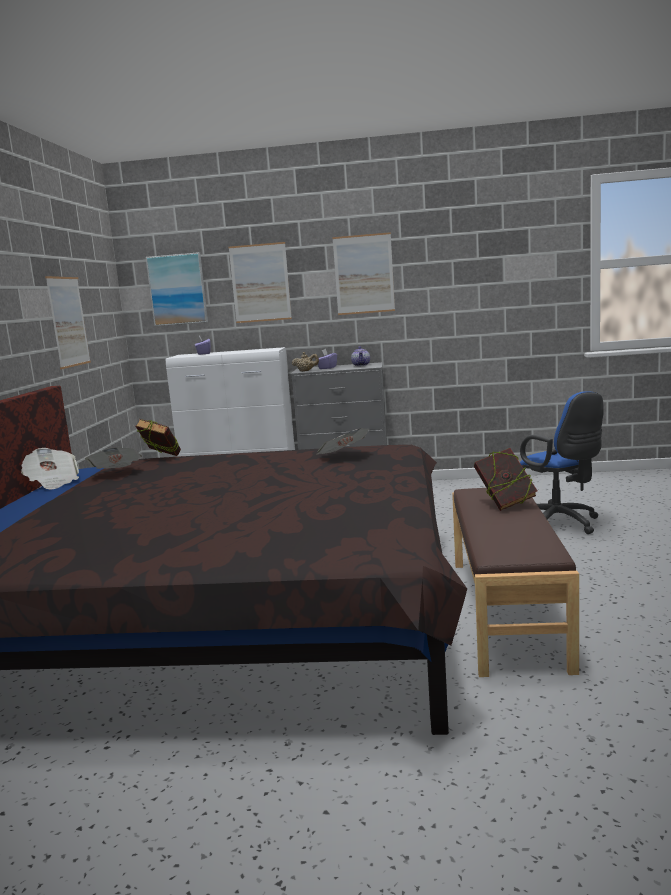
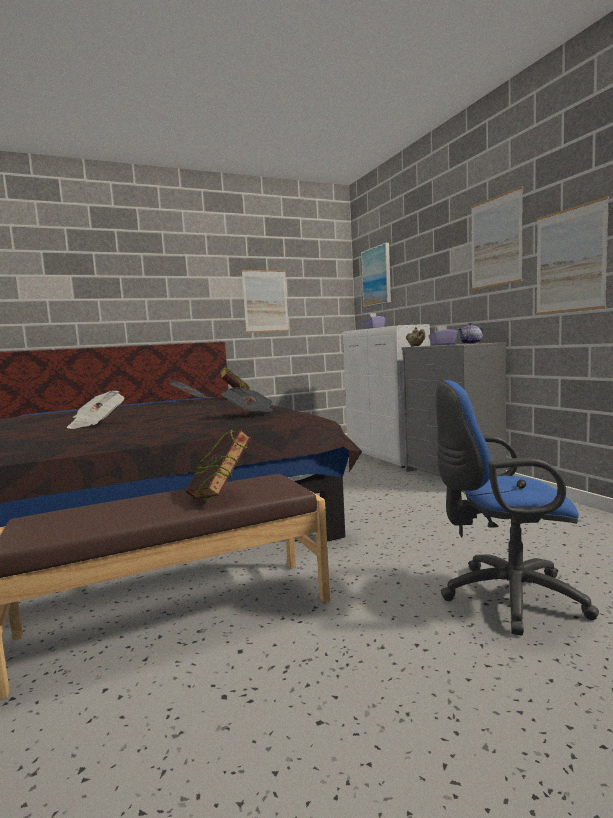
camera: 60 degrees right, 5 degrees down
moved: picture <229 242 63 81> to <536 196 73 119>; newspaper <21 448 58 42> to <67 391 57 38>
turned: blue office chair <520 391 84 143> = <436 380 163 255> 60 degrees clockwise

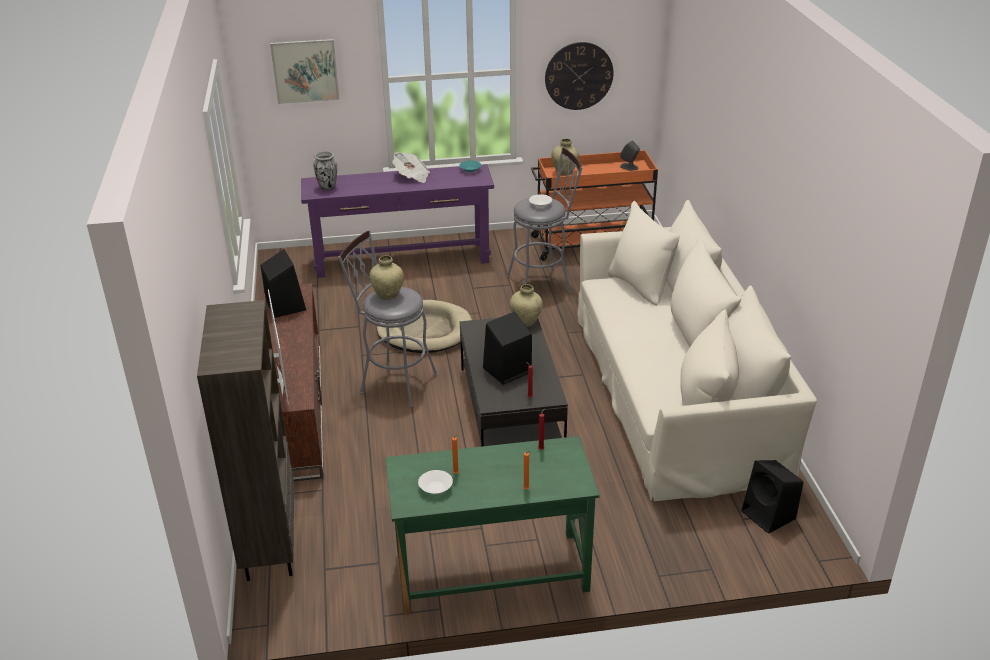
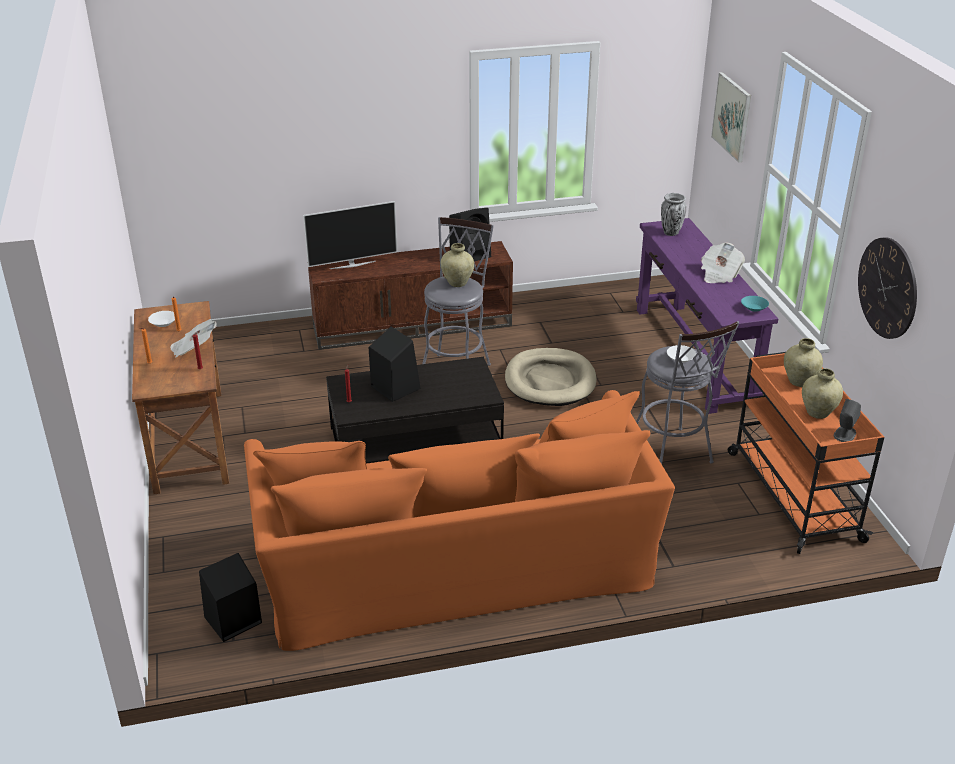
camera: 85 degrees right, 0 degrees up
removed: brown bookcase <197 300 97 281>
added: newspaper <170 319 47 38>
moved: beige vase <510 284 33 43> to <802 368 41 51>
recoloured: beige sofa <577 200 240 301> to orange sofa <244 390 431 261>; green desk <385 436 215 179> to brown desk <132 301 97 193>

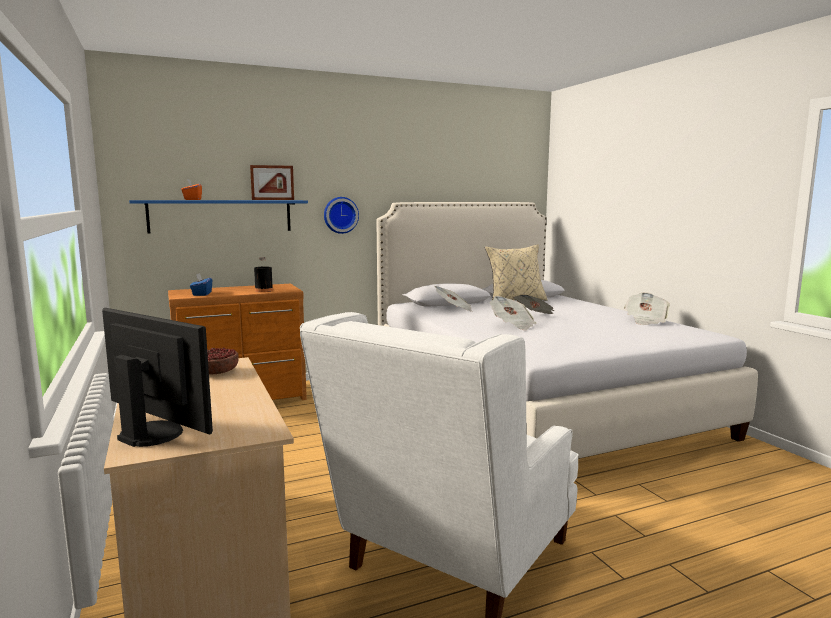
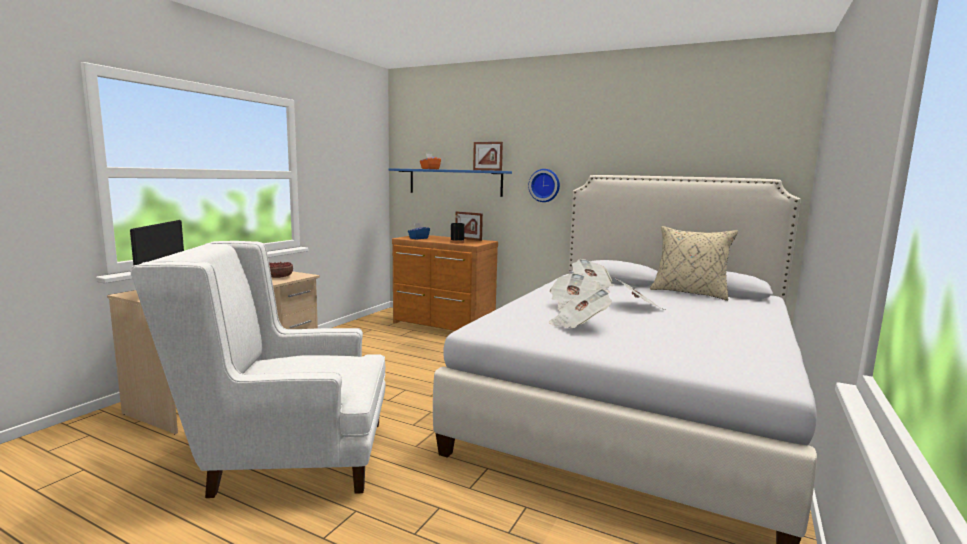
camera: 50 degrees right, 0 degrees up
added: picture frame <455 211 28 30>
moved: newspaper <624 292 46 33> to <549 289 63 39>

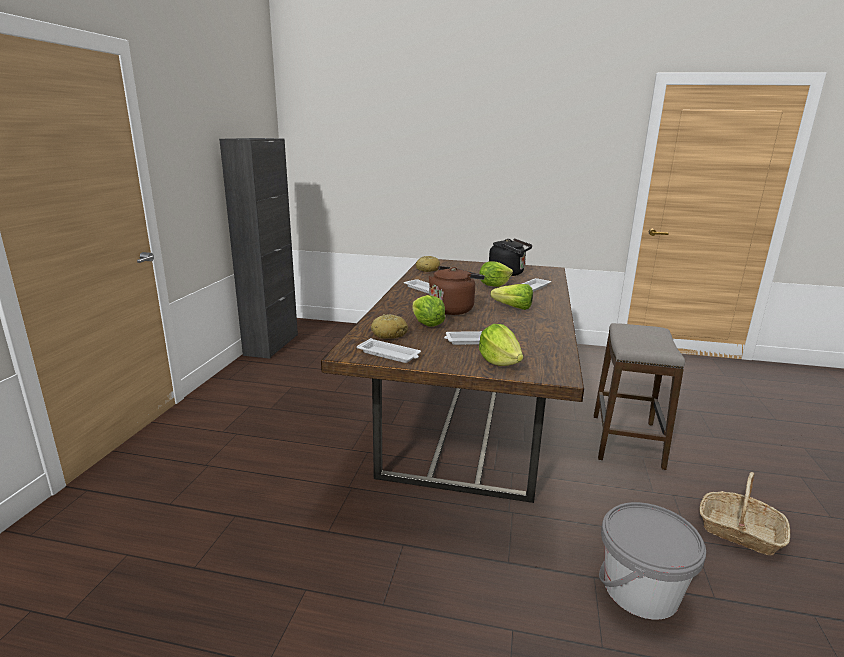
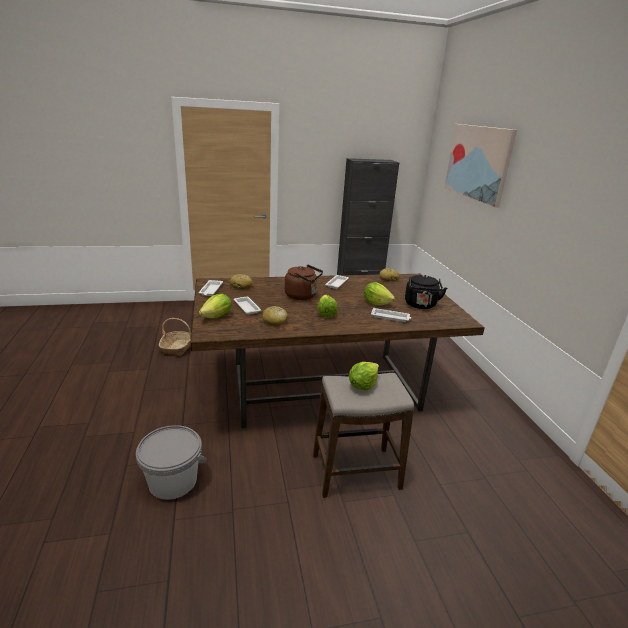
camera: 65 degrees right, 5 degrees up
added: picture <444 124 73 83>; bread <263 306 25 19>
moved: lettuce <412 295 33 31> to <349 362 30 28>; basket <699 472 91 83> to <159 318 32 38>

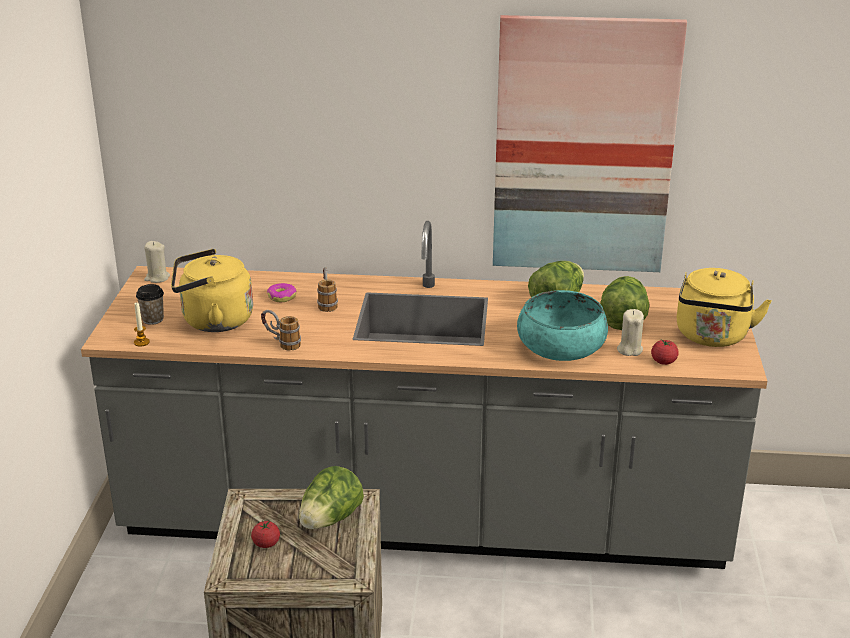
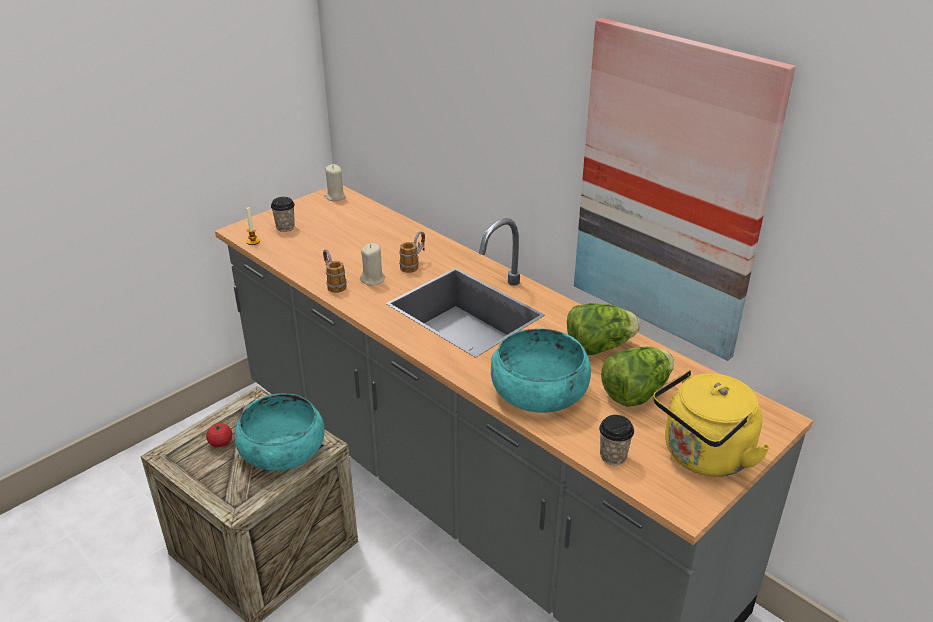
camera: 40 degrees right, 5 degrees up
removed: yellow kettle <171 249 82 83>; donut <267 283 30 19>
moved: beige candle <617 309 27 47> to <360 243 25 43>
replaced: tomato <651 339 28 26> to cup <599 415 35 50>; lettuce <299 466 65 64> to turquoise bowl <235 394 90 77>

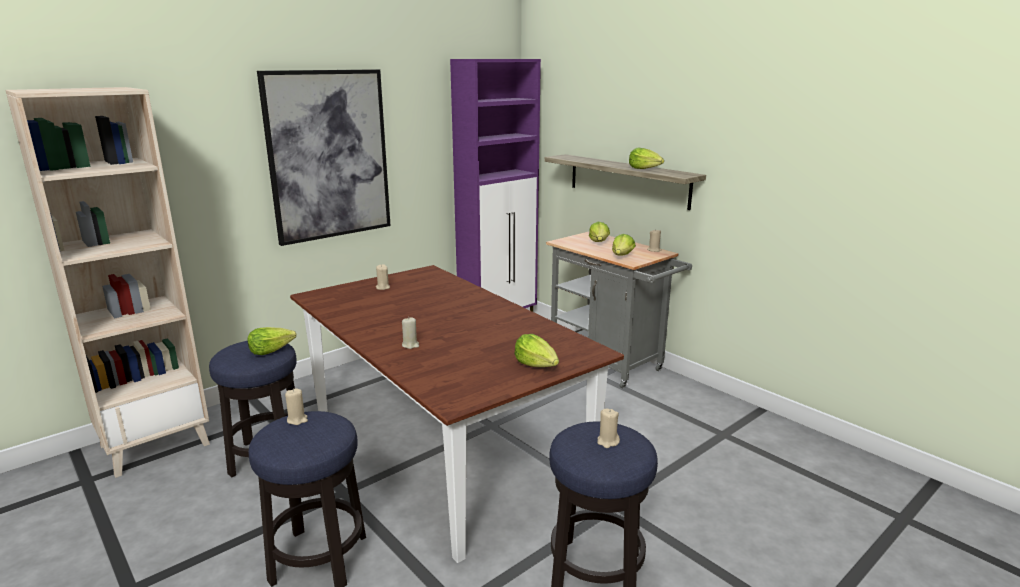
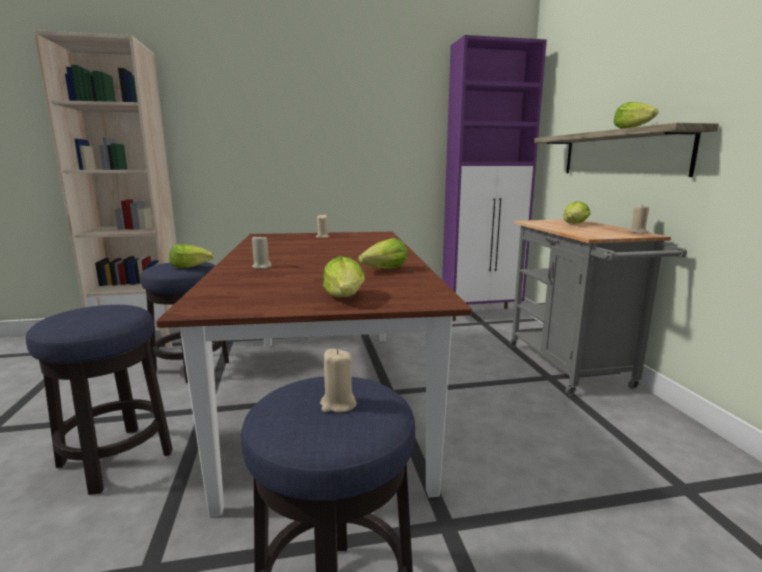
camera: 30 degrees right, 5 degrees down
removed: picture <257 69 134 177>; beige candle <285 388 23 37>
moved: lettuce <612 234 24 22> to <358 238 50 31>

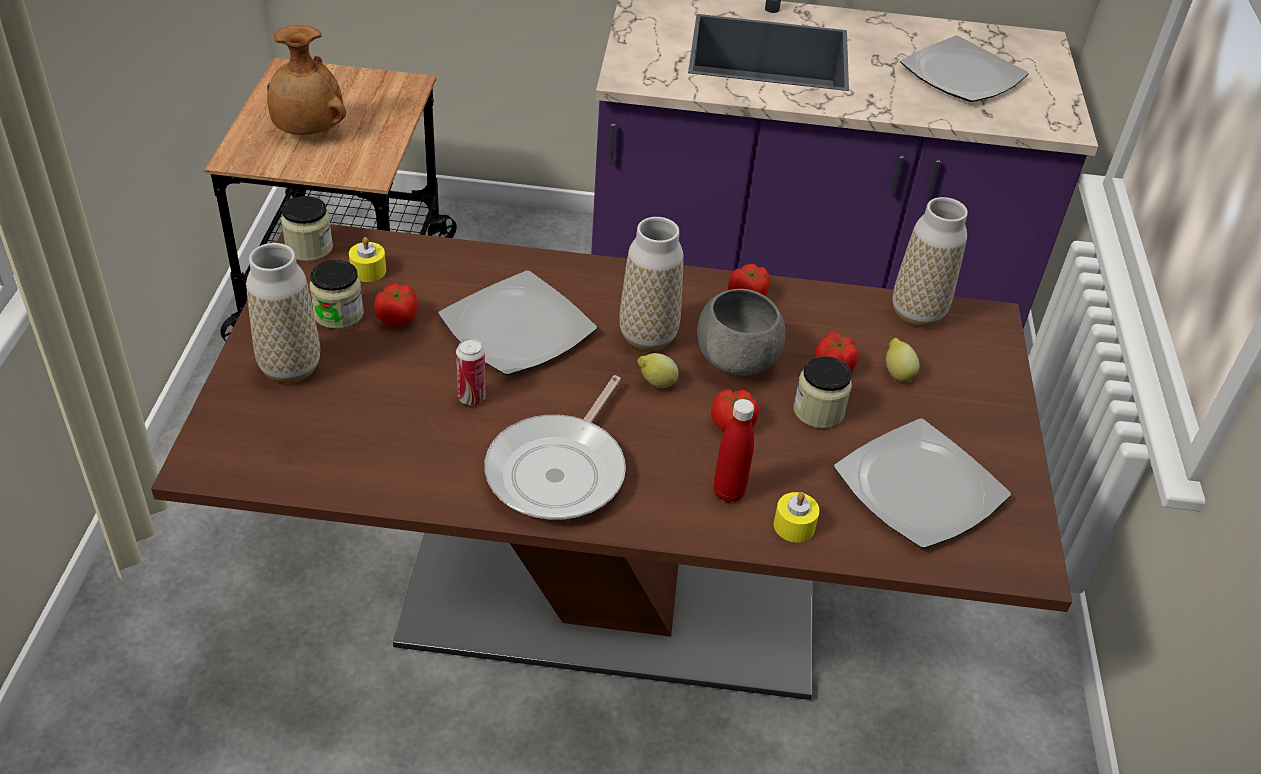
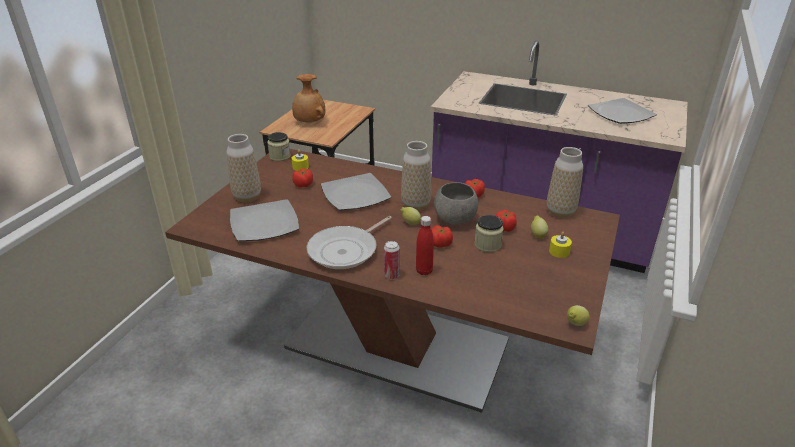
camera: 20 degrees right, 10 degrees down
removed: jar <310 260 54 69>
added: lemon <567 305 23 21>
moved: can <456 339 30 66> to <384 241 16 38>; plate <834 419 177 130> to <230 199 69 42>; yellow candle <774 492 46 50> to <549 232 23 26>

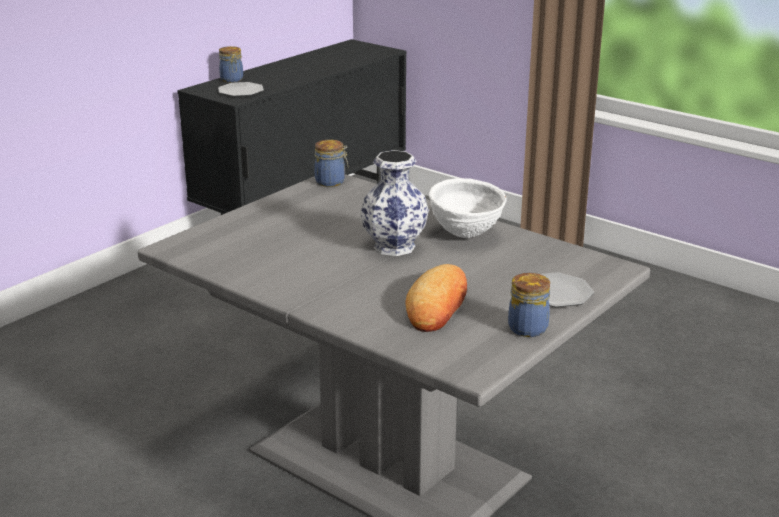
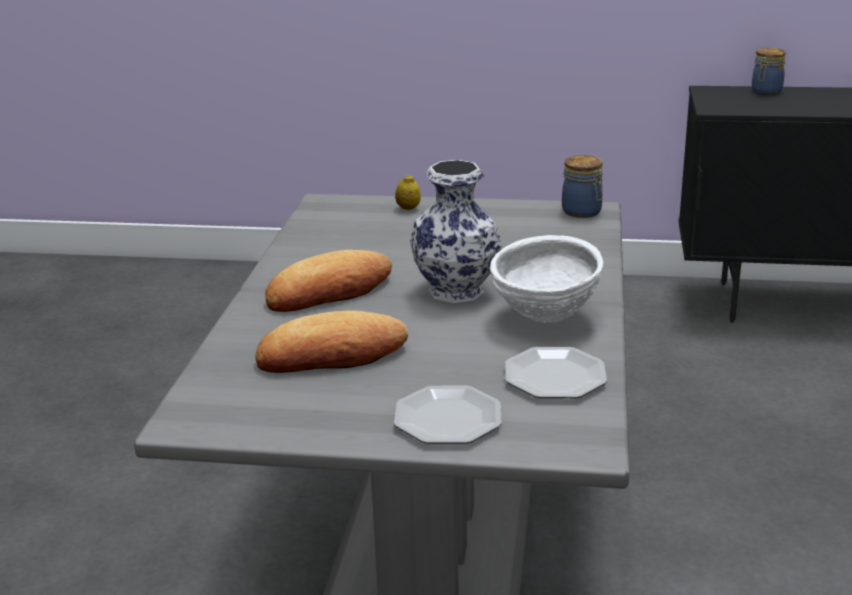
camera: 60 degrees right, 0 degrees up
removed: jar <508 273 42 64>
added: lemon <395 175 26 35>; bread <265 250 127 62>
moved: plate <218 82 46 14> to <505 347 102 51>

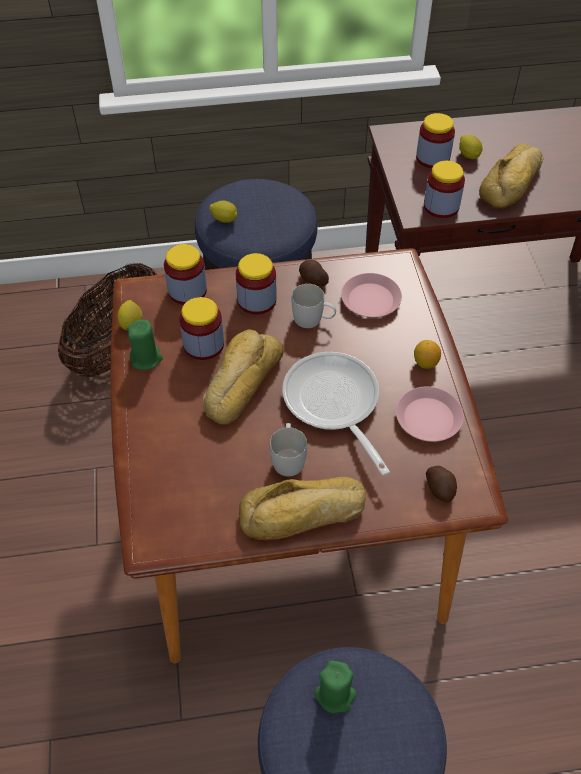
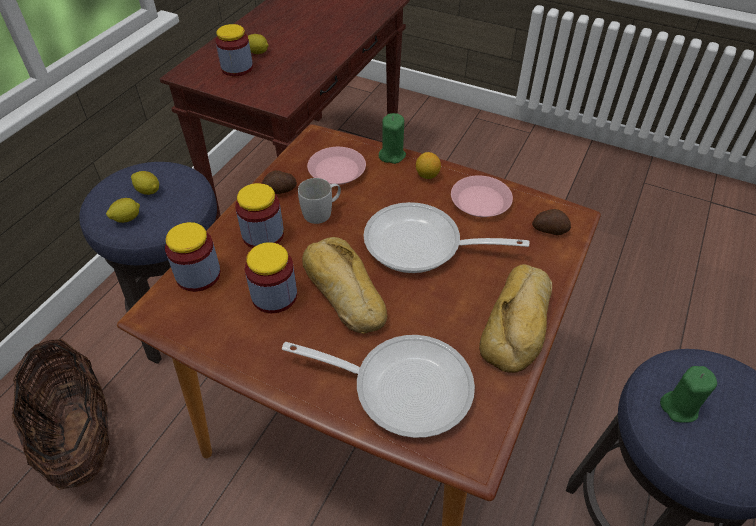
camera: 55 degrees left, 5 degrees down
removed: bread <479 143 65 66>; jar <424 161 41 57>; white mug <270 423 37 53>
added: frying pan <282 335 193 103>
moved: lemon <117 300 26 30> to <131 171 28 24>; green candle <127 319 35 51> to <379 113 27 51>

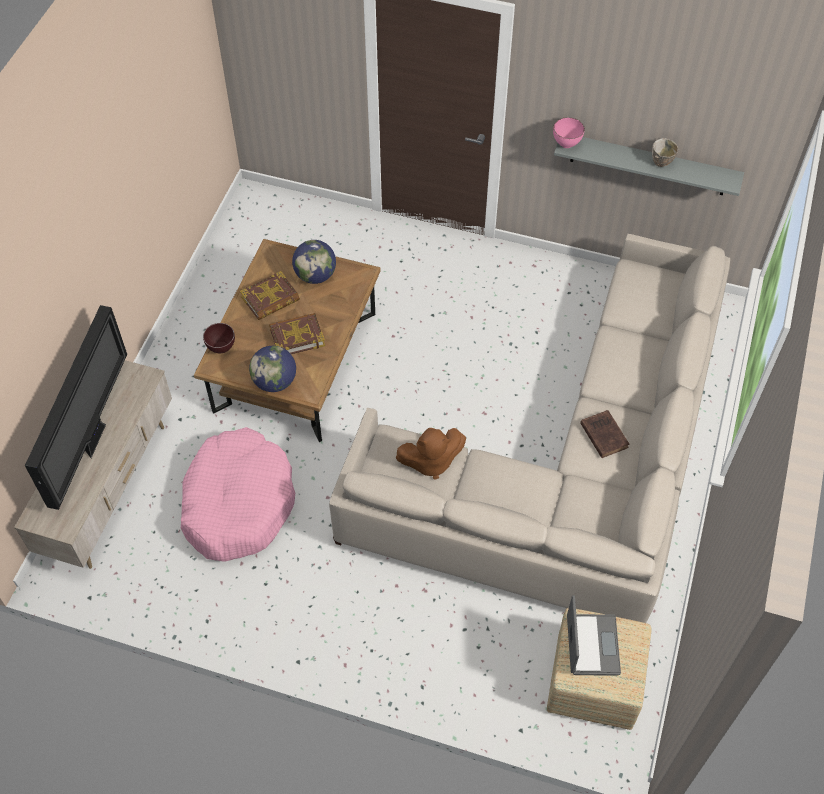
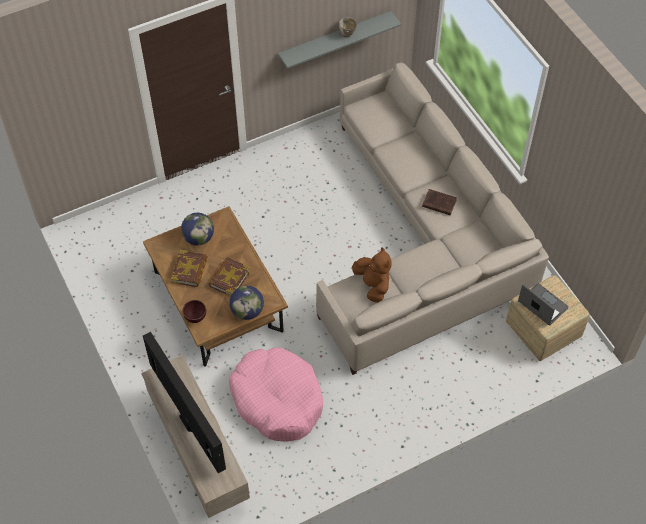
camera: 45 degrees left, 0 degrees up
removed: pink bowl <553 117 32 31>
turned: brown plush toy <396 428 70 51> = <352 247 40 56> 60 degrees counterclockwise

